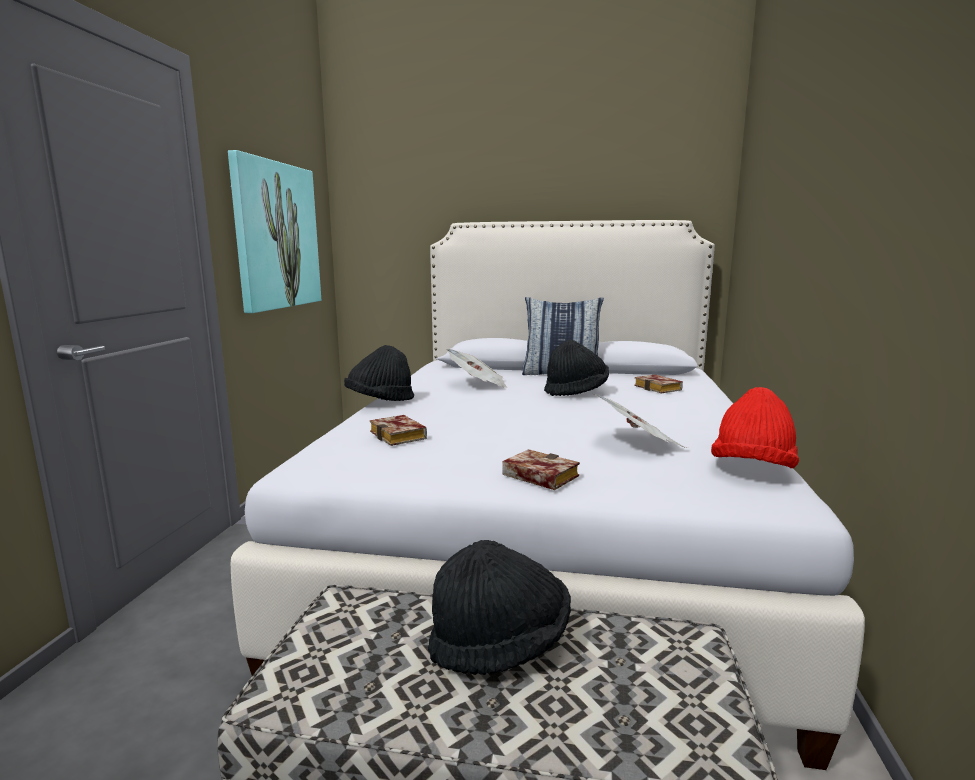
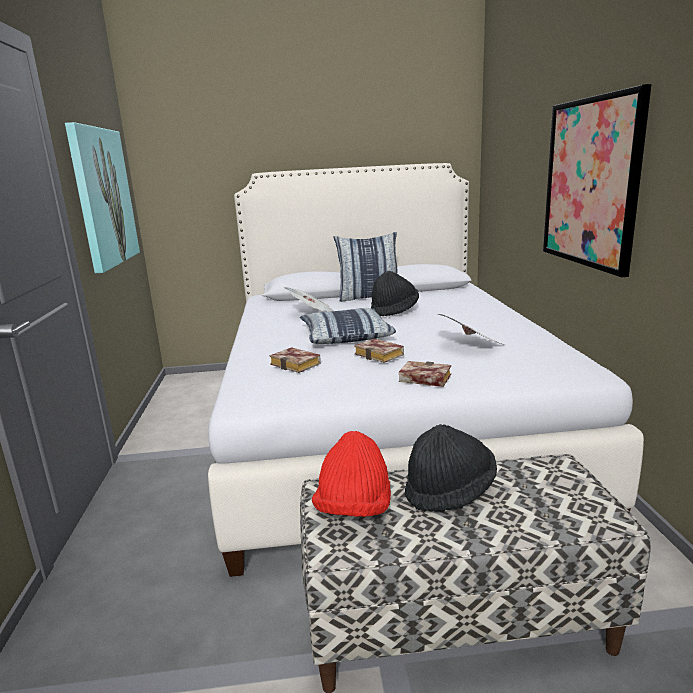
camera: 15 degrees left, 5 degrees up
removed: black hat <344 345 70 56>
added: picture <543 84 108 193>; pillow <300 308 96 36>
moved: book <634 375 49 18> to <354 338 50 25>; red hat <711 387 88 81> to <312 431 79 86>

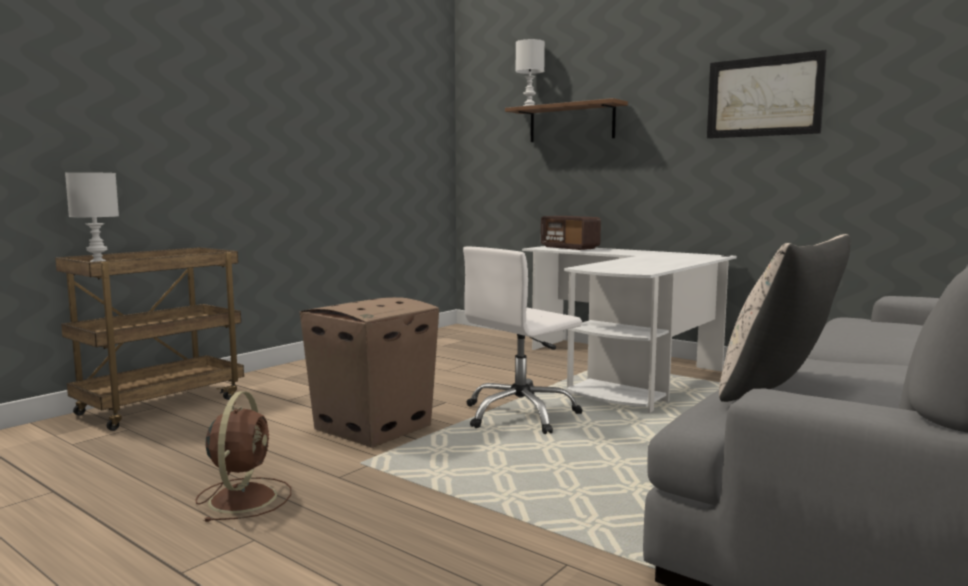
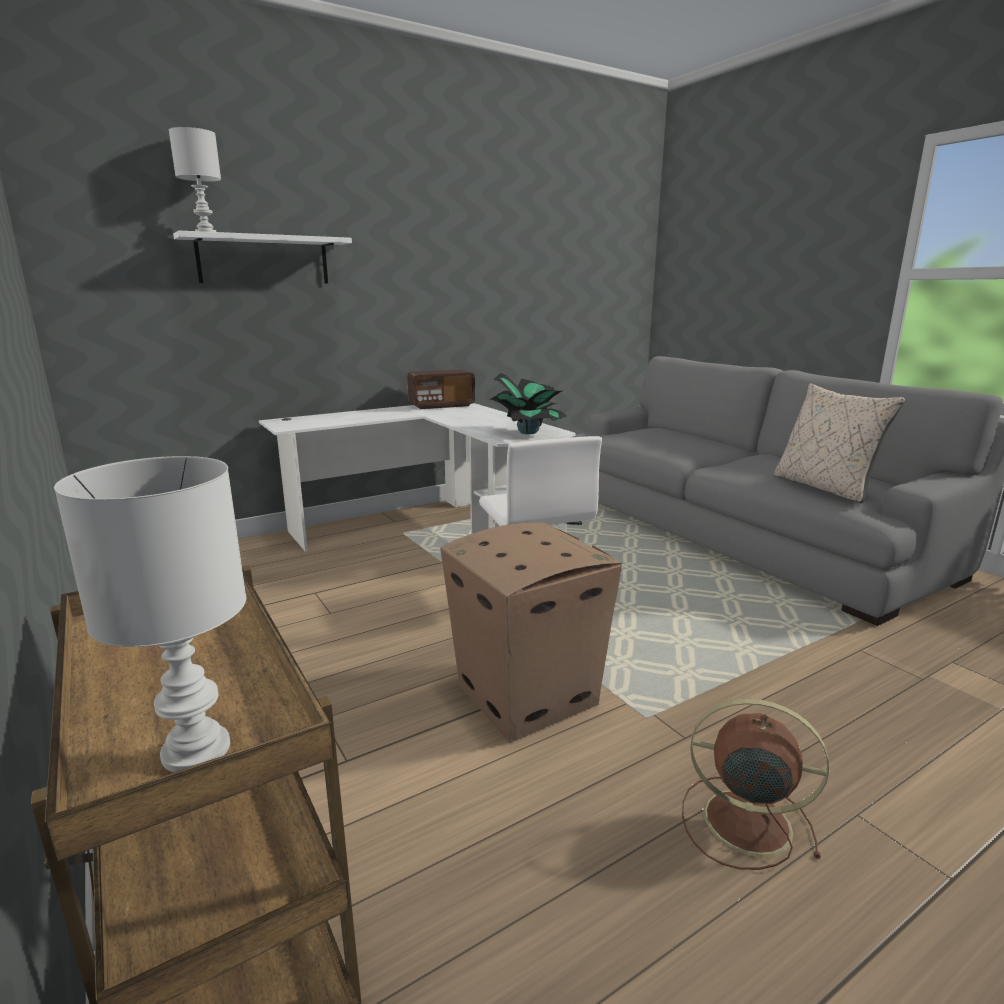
camera: 70 degrees left, 10 degrees up
removed: picture <707 50 120 89>
added: potted plant <489 373 78 61>
moved: radio <541 216 60 34> to <407 369 68 40>
recoloured: brown shelf <505 98 123 44> to white shelf <173 231 179 53>

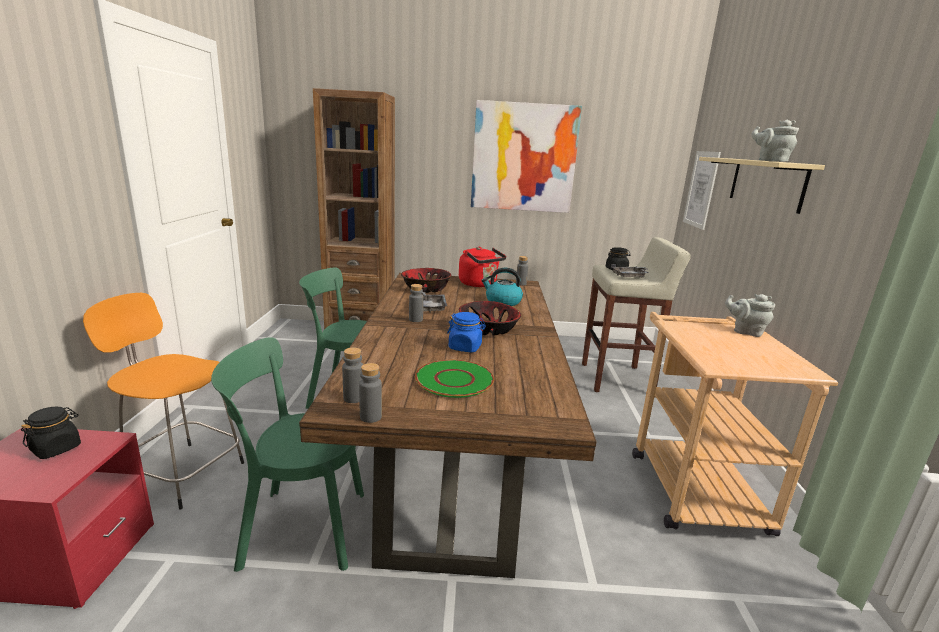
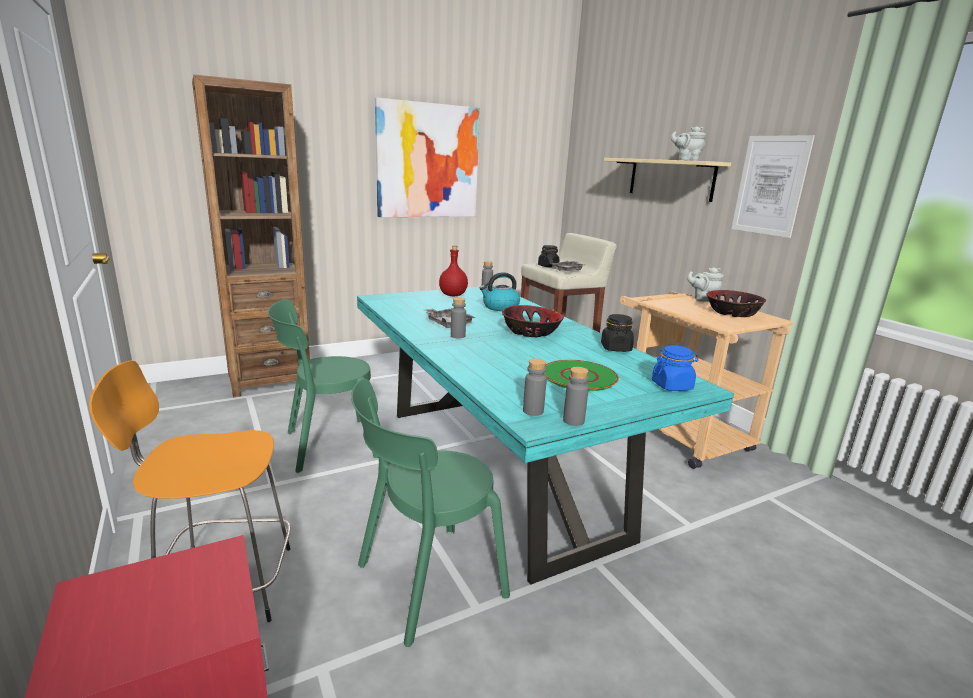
camera: 30 degrees left, 0 degrees up
moved: picture <683 151 38 79> to <732 135 83 103>; bowl <401 268 50 25> to <706 290 60 27>; blue jar <447 312 39 40> to <652 345 46 46>; black jar <21 406 60 53> to <601 314 33 38>
replaced: red kettle <459 247 47 40> to red bottle <439 245 29 51>
recoloured: brown dining table <299 273 298 305> to turquoise dining table <357 286 377 299>

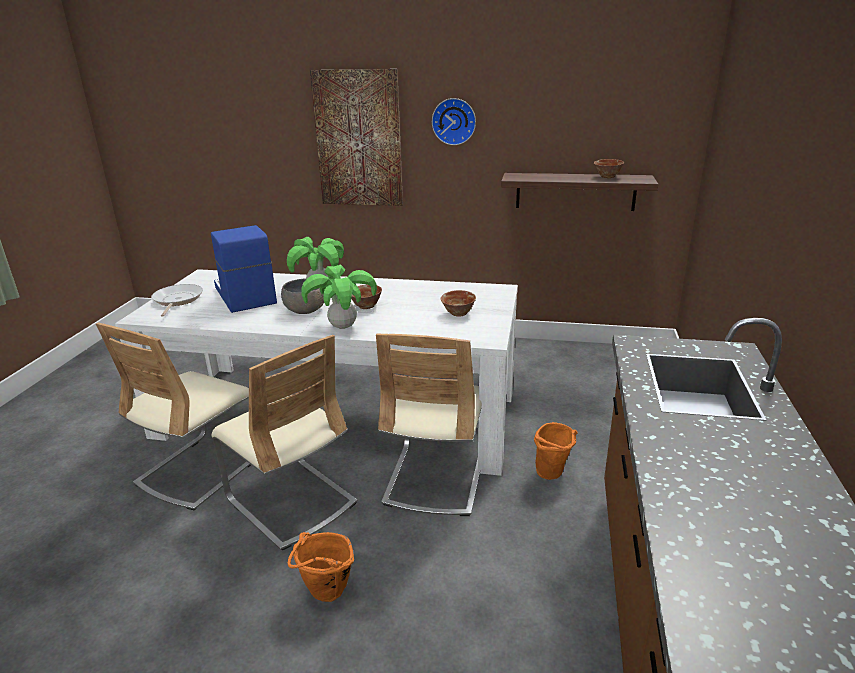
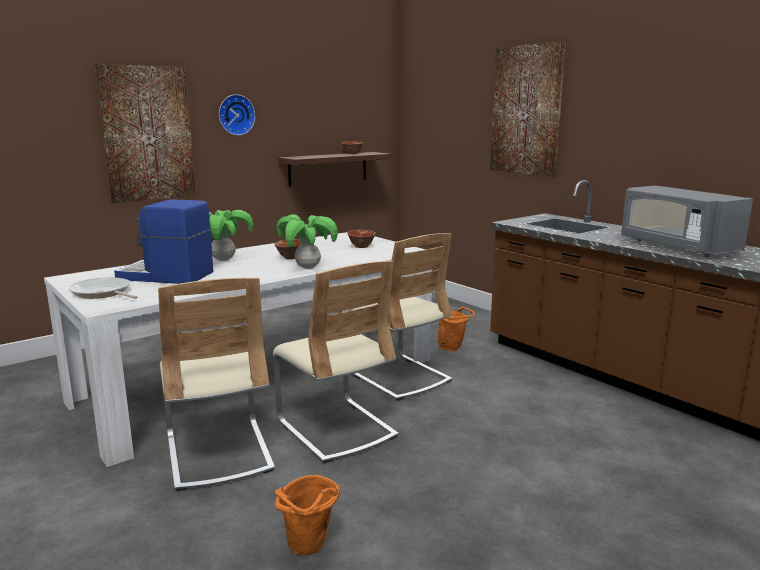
camera: 50 degrees left, 10 degrees down
removed: grey bowl <281 278 43 36>
added: picture <490 41 76 135>; grey microwave <621 186 132 71>
moved: orange bucket <288 532 66 70> to <275 475 65 80>
turned: beige chair <211 335 146 216> = <273 261 126 202> 60 degrees clockwise

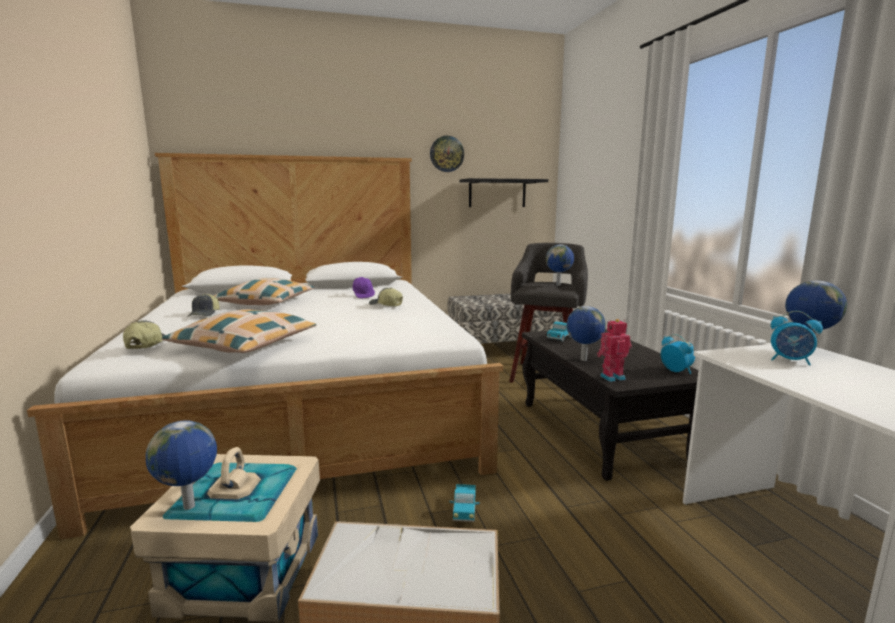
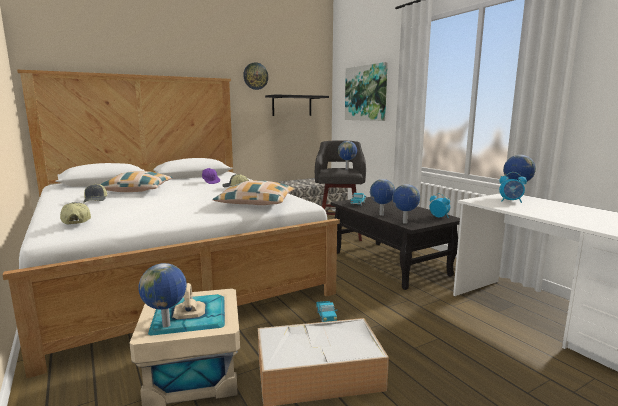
camera: 15 degrees left, 0 degrees up
added: picture <345 62 43 59>
moved: pillow <162 309 154 44> to <212 181 83 24>
replaced: toy robot <597 319 35 63> to globe <393 184 27 40>

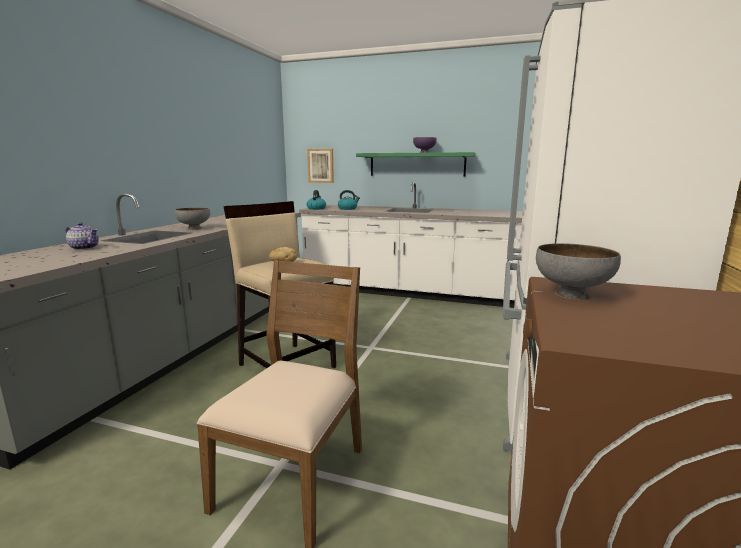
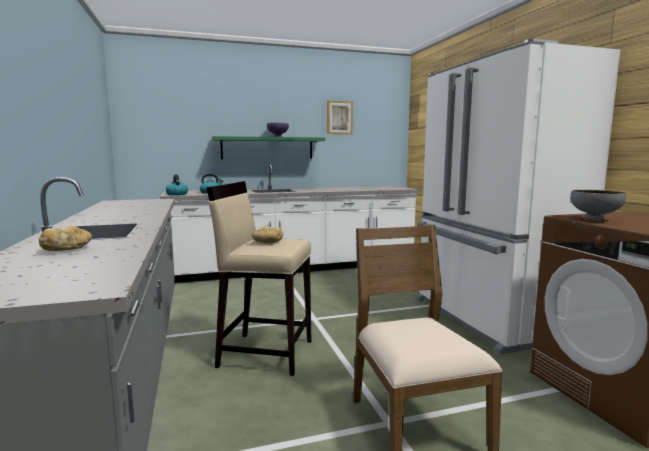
camera: 35 degrees left, 5 degrees down
removed: grey bowl <175 207 35 23>
moved: picture <307 149 27 34> to <327 101 26 33>
replaced: teapot <65 222 34 28> to bread <39 226 53 25>

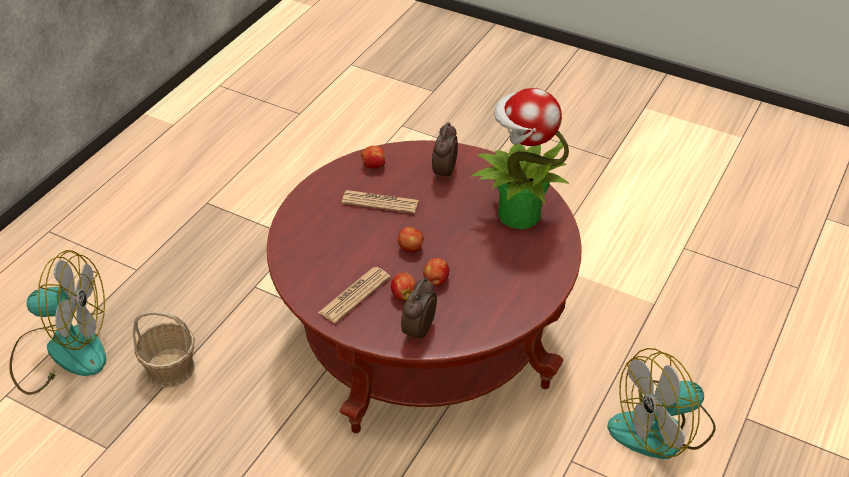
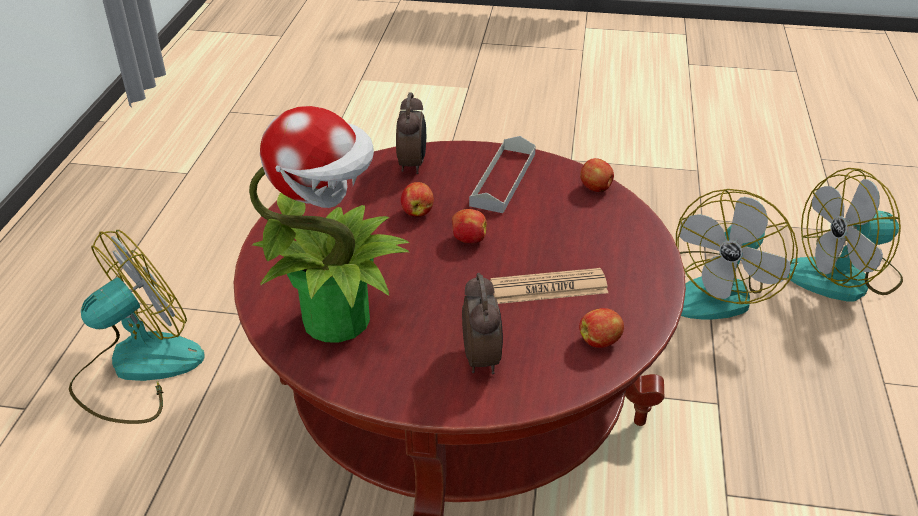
camera: 160 degrees right, 5 degrees down
moved: apple <391 272 25 29> to <580 158 34 34>
replaced: newspaper <318 267 72 56> to grey tray <469 136 67 77>; basket <133 310 62 78> to fan <676 189 122 130>

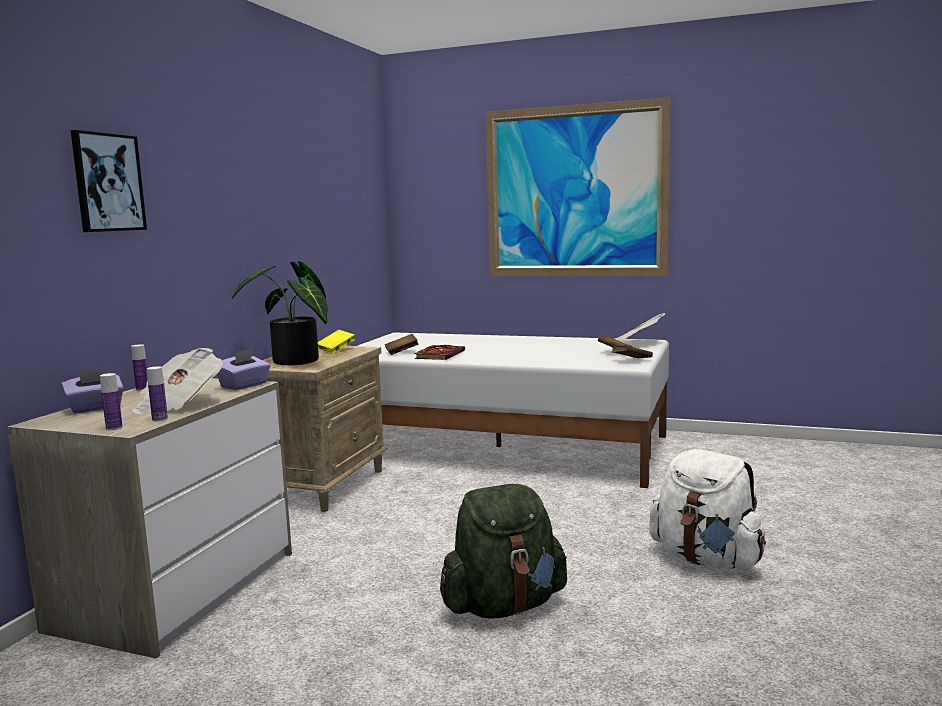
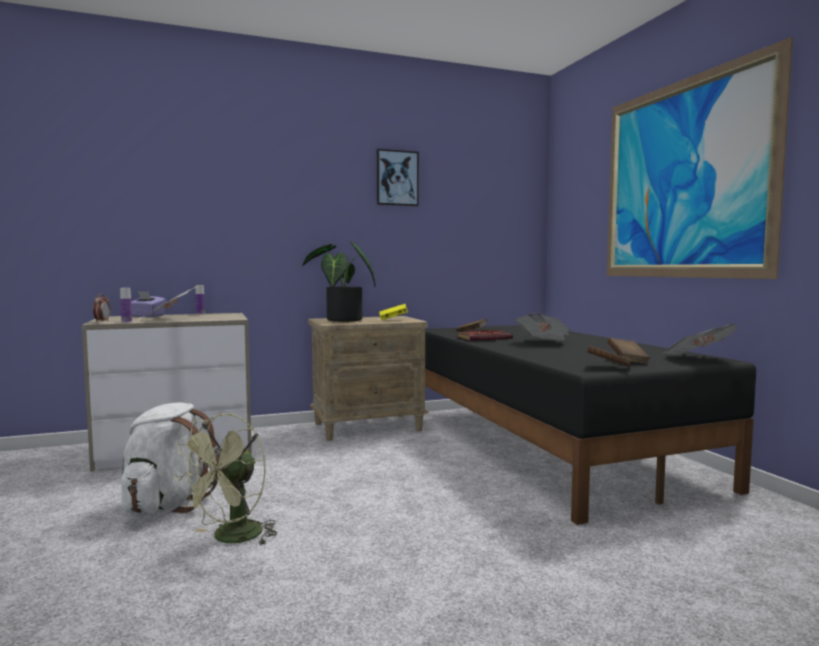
camera: 50 degrees right, 5 degrees down
removed: purple tissue box <217 349 53 41>
added: newspaper <516 313 54 27>
moved: picture <71 130 76 102> to <377 149 42 57>; white backpack <649 449 117 120> to <121 403 100 110>
replaced: bottle <100 373 23 57> to alarm clock <93 293 17 29>; green backpack <440 484 127 134> to green fan <174 413 103 133>
recoloured: white bed <358 332 311 156> to black bed <425 325 331 200>

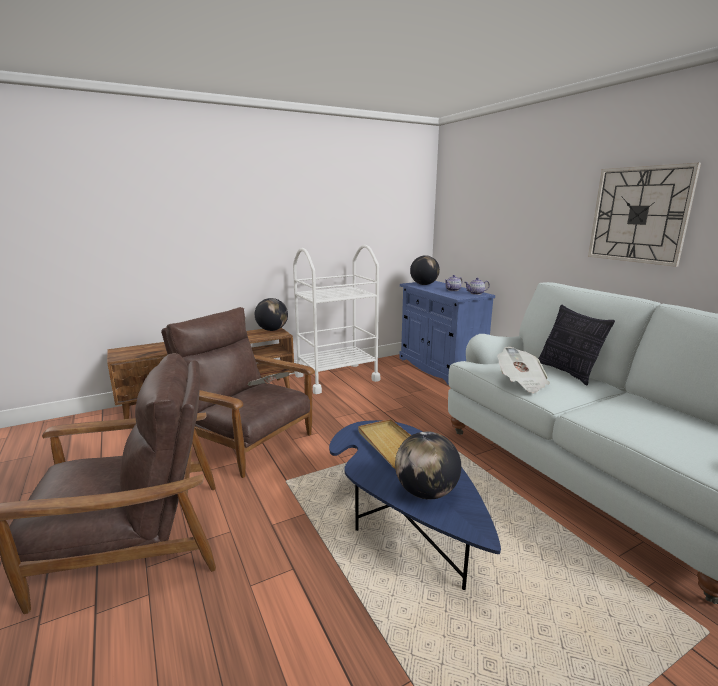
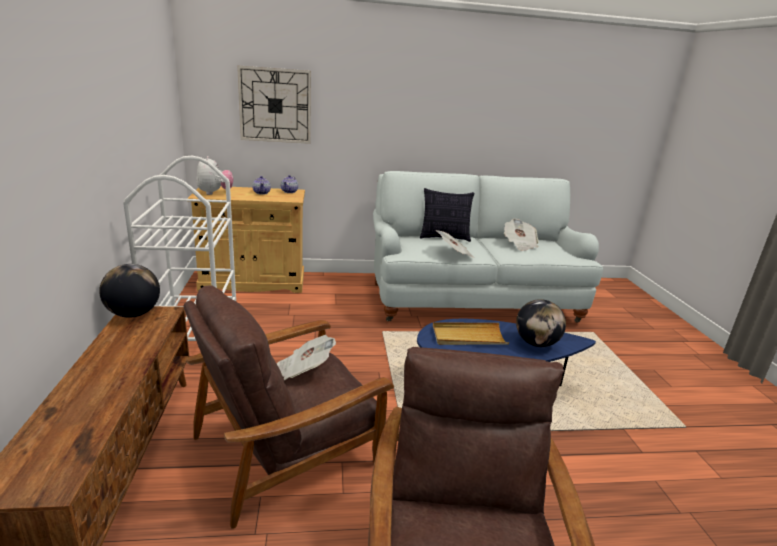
camera: 70 degrees left, 5 degrees up
added: newspaper <504 219 35 32>
moved: wall clock <588 163 113 104> to <237 65 74 79>
replaced: globe <410 255 30 30> to plush toy <196 156 37 39>
recoloured: blue cabinet <399 281 96 104> to beige cabinet <187 186 118 107>

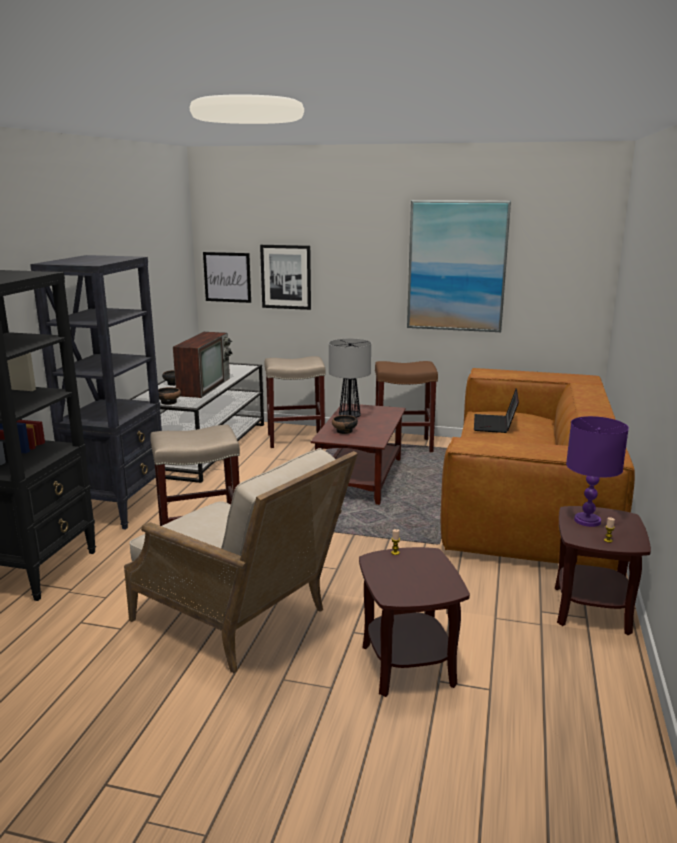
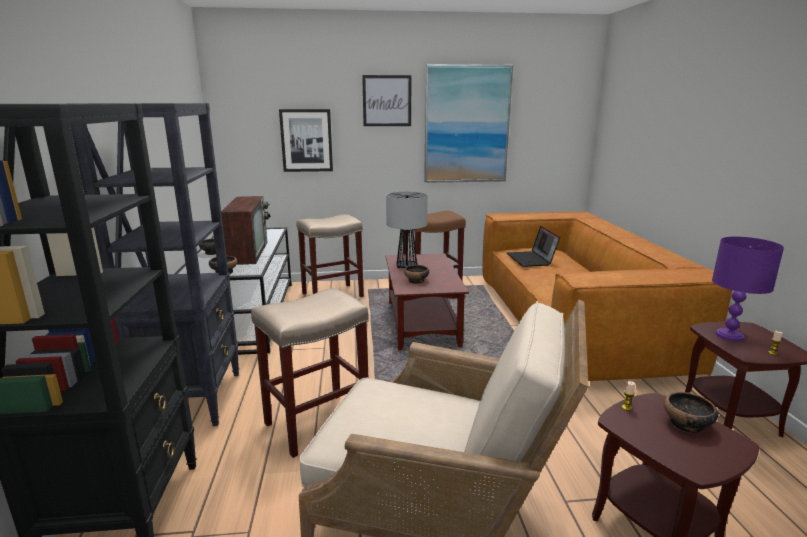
camera: 20 degrees left, 0 degrees up
added: bowl <664 392 54 42>
moved: picture <203 252 48 51> to <362 75 50 51>

